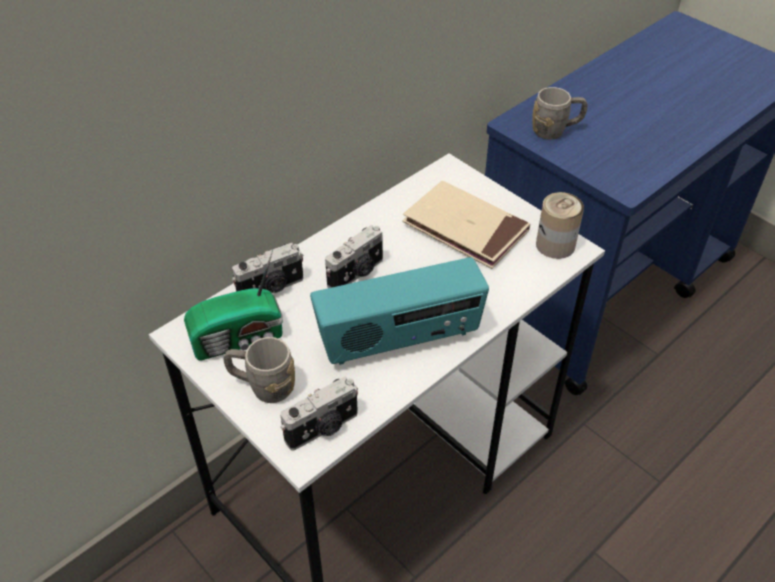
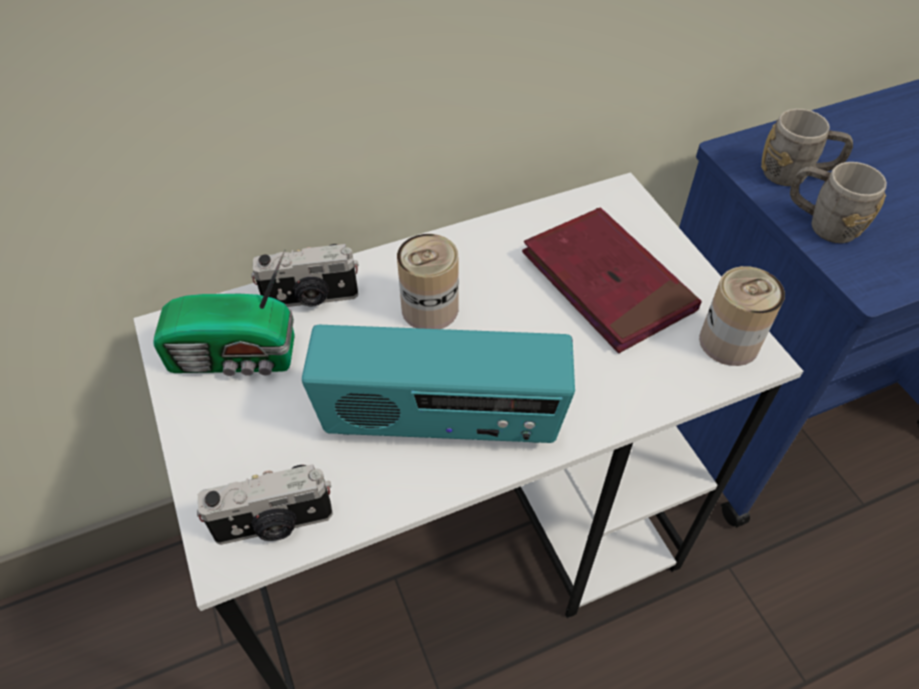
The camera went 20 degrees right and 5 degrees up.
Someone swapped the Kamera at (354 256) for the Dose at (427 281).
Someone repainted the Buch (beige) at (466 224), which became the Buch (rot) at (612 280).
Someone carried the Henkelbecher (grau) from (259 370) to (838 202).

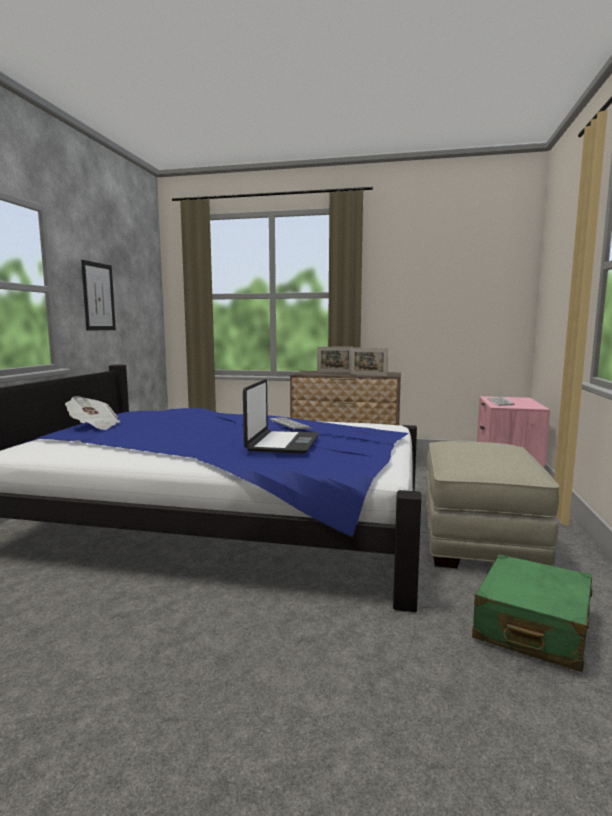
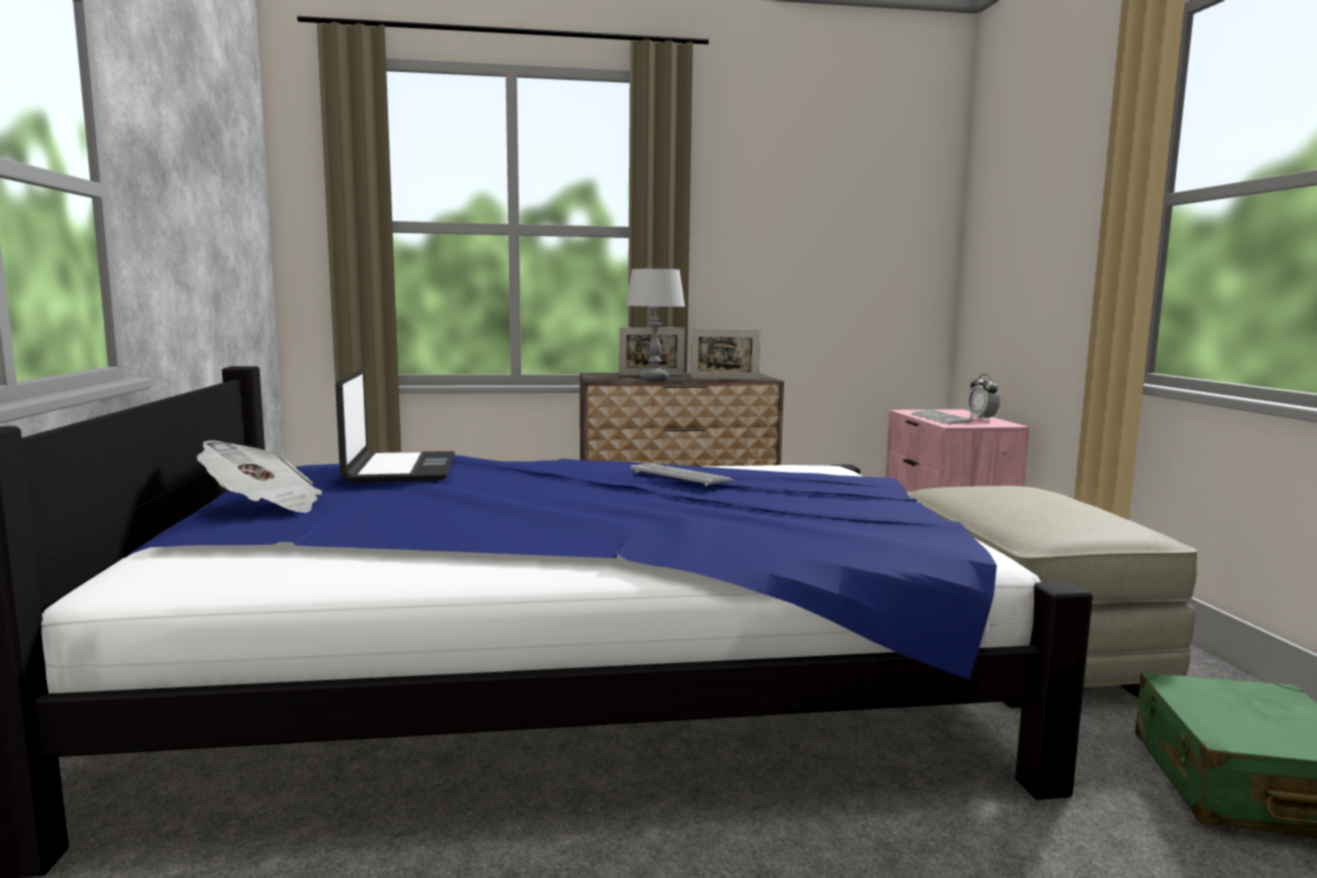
The camera went 20 degrees left and 0 degrees up.
Someone carried the Laptop from (281 416) to (395 425).
Someone put down the Tischlampe (grau) at (655 324).
Someone put down the Wecker at (983 397).
Someone took away the Bild at (98 295).

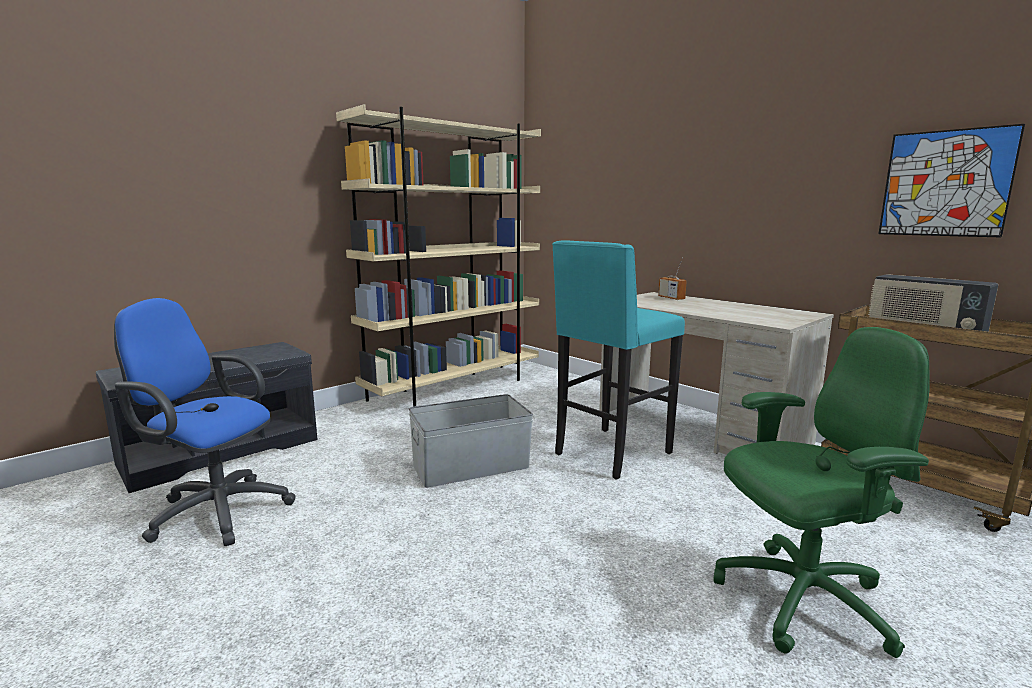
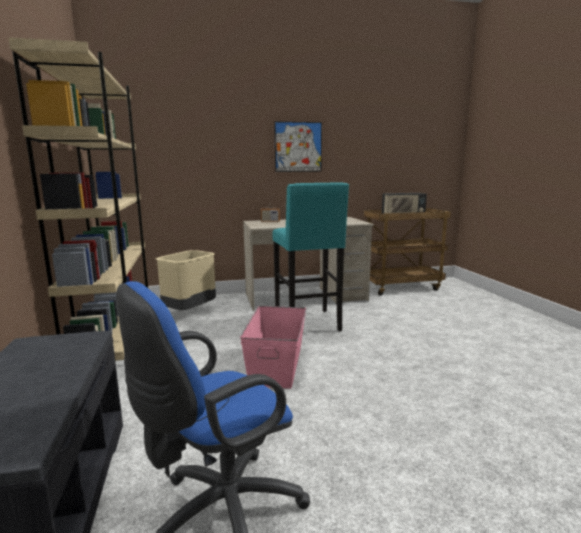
The camera went 60 degrees left and 0 degrees up.
Someone put down the Mülleimer (beige) at (186 280).
Someone repainted the Aufbewahrungsbox (grau) at (471 441), which became the Aufbewahrungsbox (rosa) at (273 347).
Someone carried the Bild from (951 181) to (298 147).
Someone took away the Bürostuhl (grün) at (821 492).

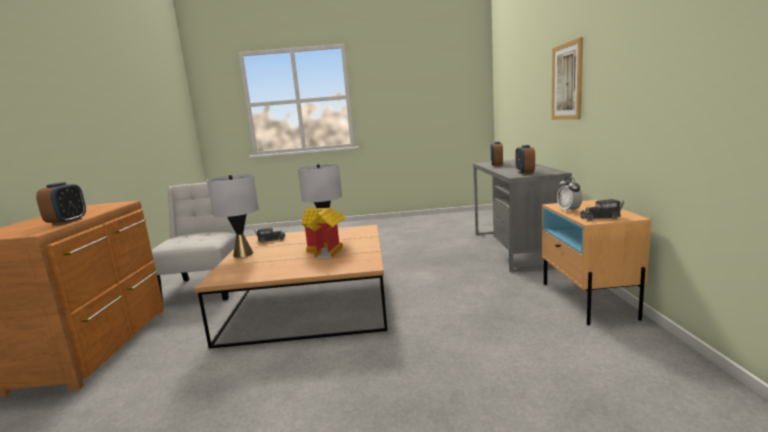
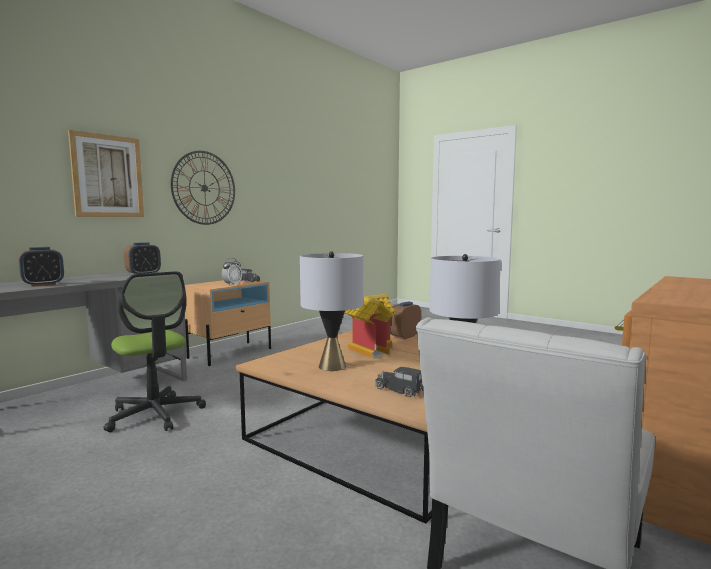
The camera went 140 degrees left and 5 degrees down.
Someone put down the Bürostuhl at (155 351).
Someone put up the Wanduhr at (203 188).
Someone carried the Wecker from (61 203) to (405 321).

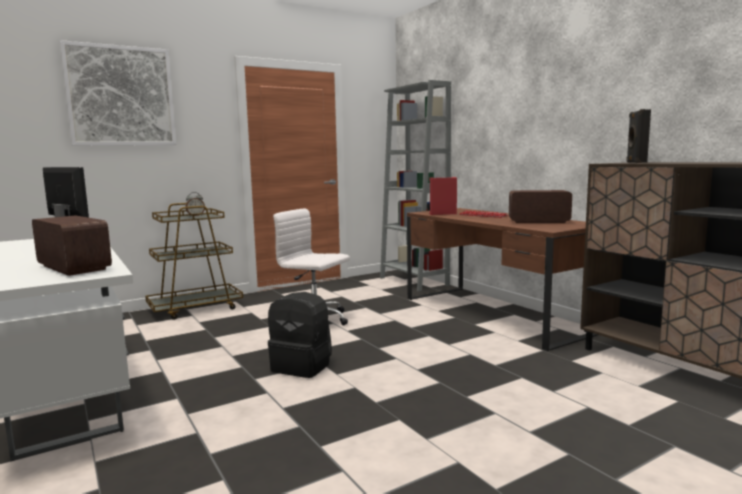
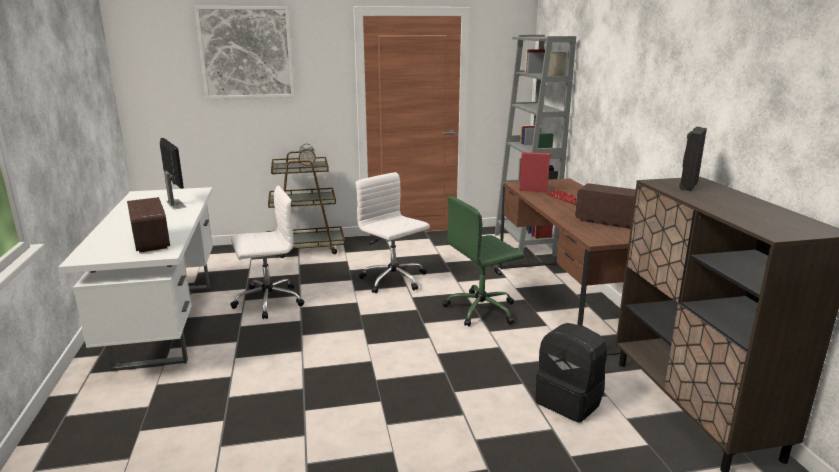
The camera went 20 degrees right and 10 degrees up.
Someone put down the Bürostuhl (weiß) at (267 252).
Someone put down the Bürostuhl (grün) at (483 261).
Someone carried the Rucksack (schwarz) from (300 335) to (571 372).

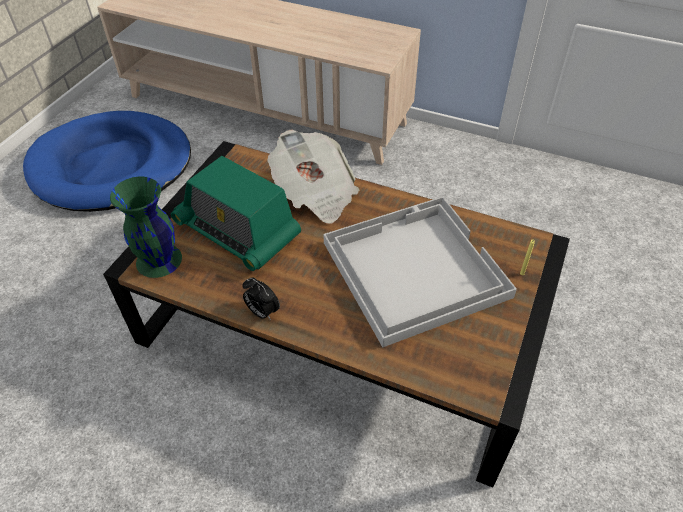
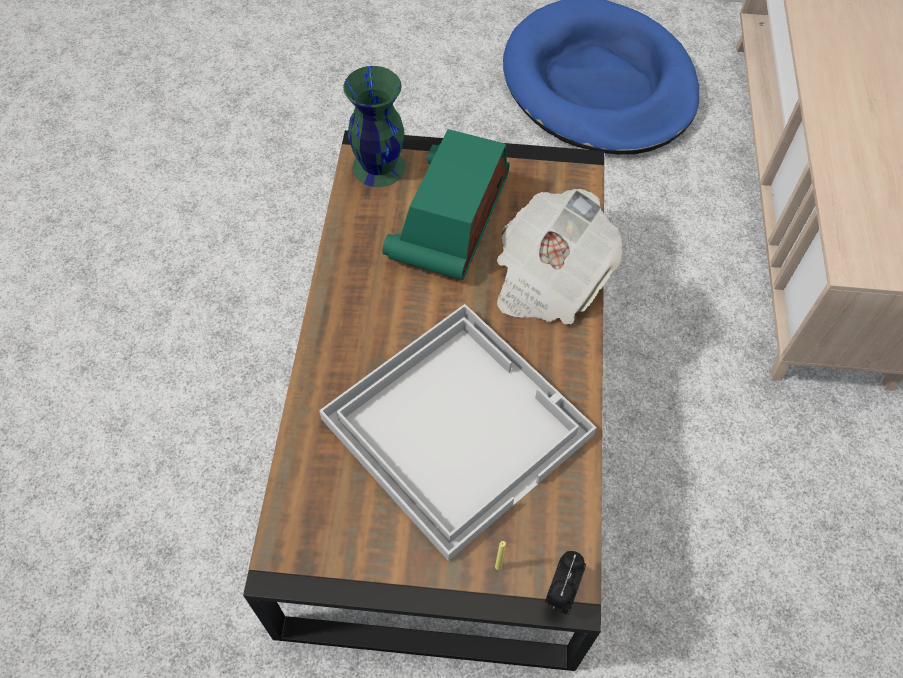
The camera went 70 degrees right and 10 degrees up.
Someone carried the Wecker from (261 299) to (565 583).

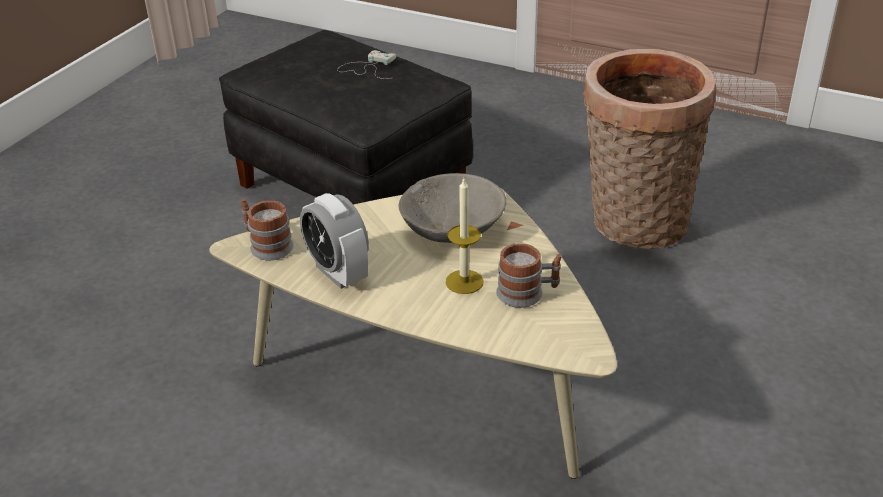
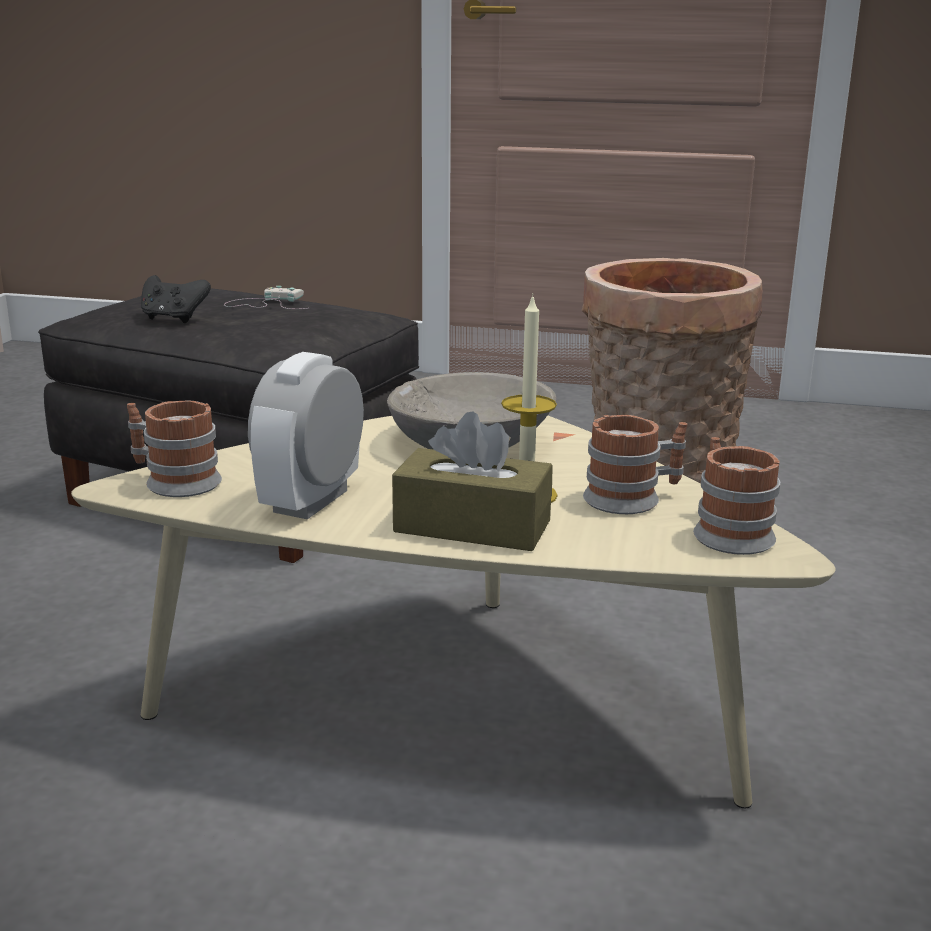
The camera went 15 degrees left and 15 degrees down.
Someone put down the Gamepad (schwarz) at (176 299).
Someone rotated the Wecker at (334 241) by 75 degrees clockwise.
Someone put down the Taschentuchbox (braun) at (472 481).
Someone put down the Henkelbecher at (736 496).

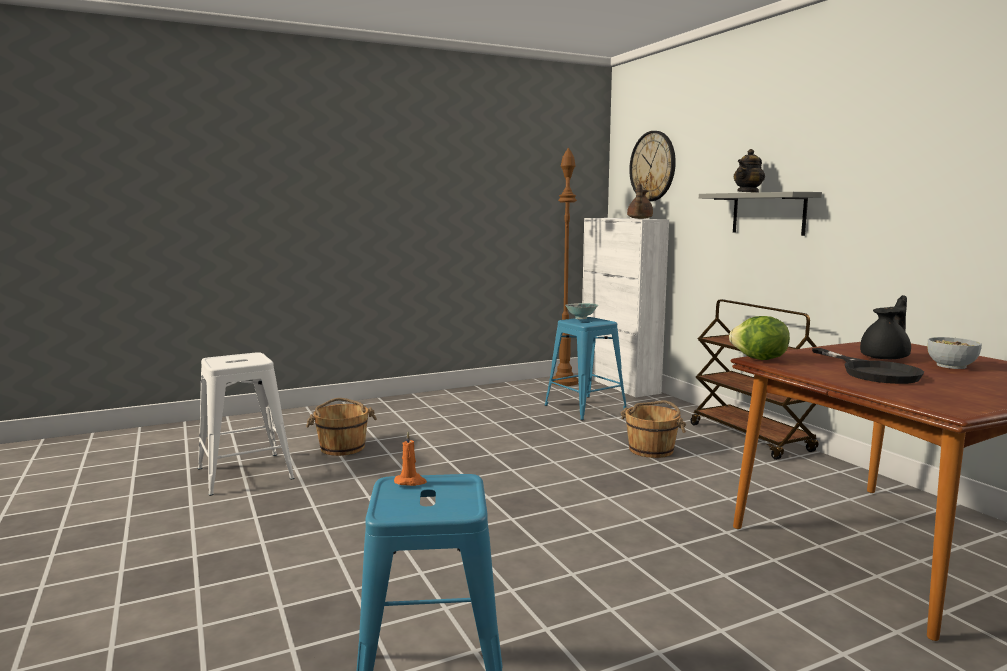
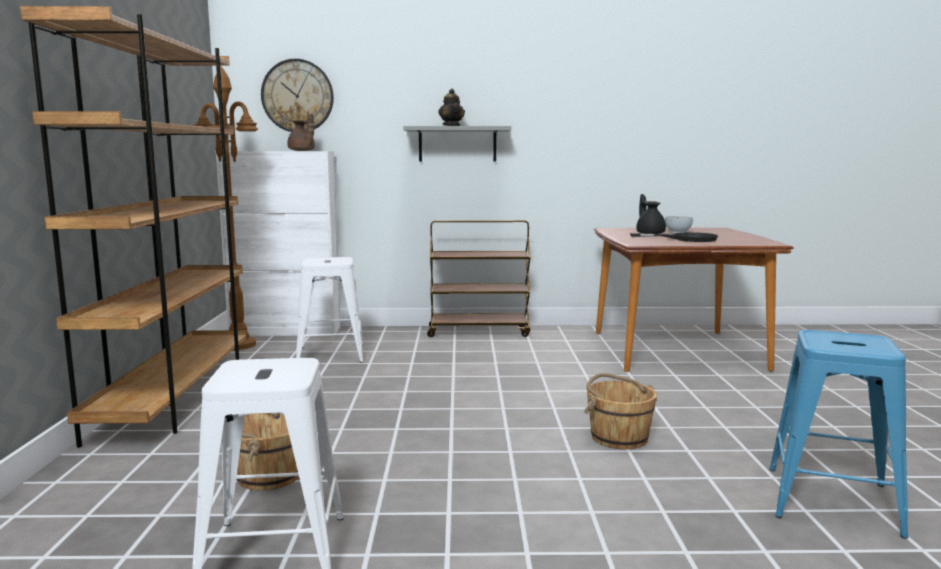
The camera went 65 degrees left and 0 degrees up.
Someone put down the Bücherregal (braun) at (133 227).
Someone repainted the Hocker (blau) at (586 368), which became the Hocker (weiß) at (330 309).
Someone carried the Eimer (braun) from (653 429) to (620 411).
Someone took away the Kerze (orange) at (410 458).
Someone took away the Schüssel at (581 311).
Someone took away the Salatkopf at (759 338).

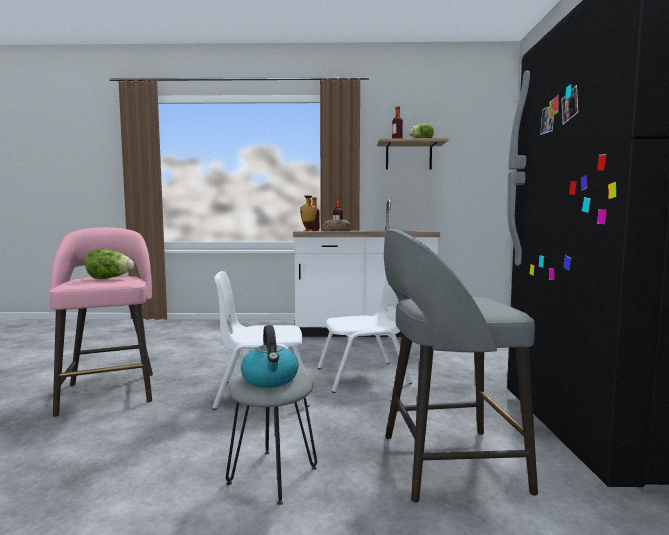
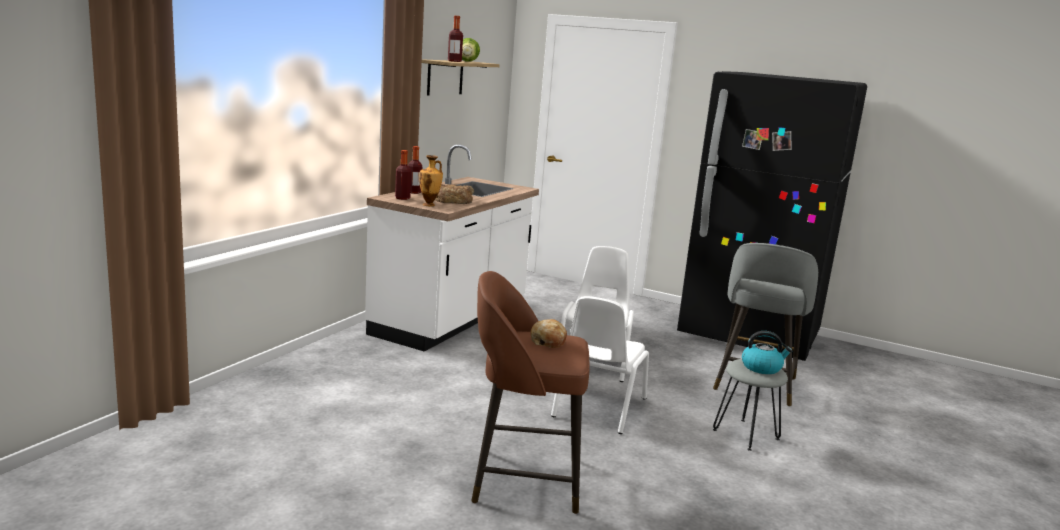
The camera went 65 degrees left and 10 degrees up.
Someone repainted the Hocker (rosa) at (101 322), which became the Hocker (braun) at (530 392).
Someone swapped the Salatkopf at (109 264) for the Brot at (548 333).

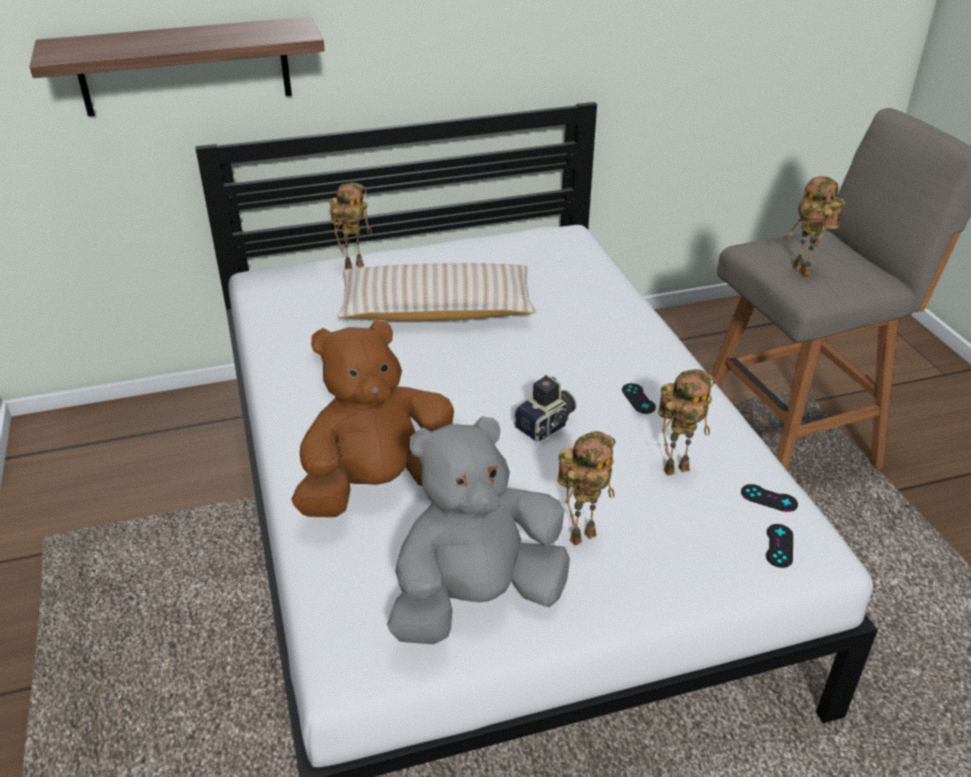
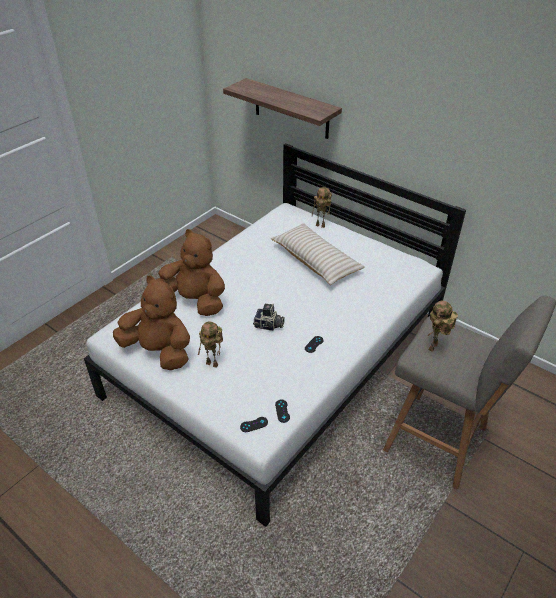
The camera went 55 degrees right and 5 degrees up.
Someone repainted the Plüschtier (grau) at (478 530), which became the Plüschtier (braun) at (151 323).
Someone took away the Spielzeugroboter at (686 422).

